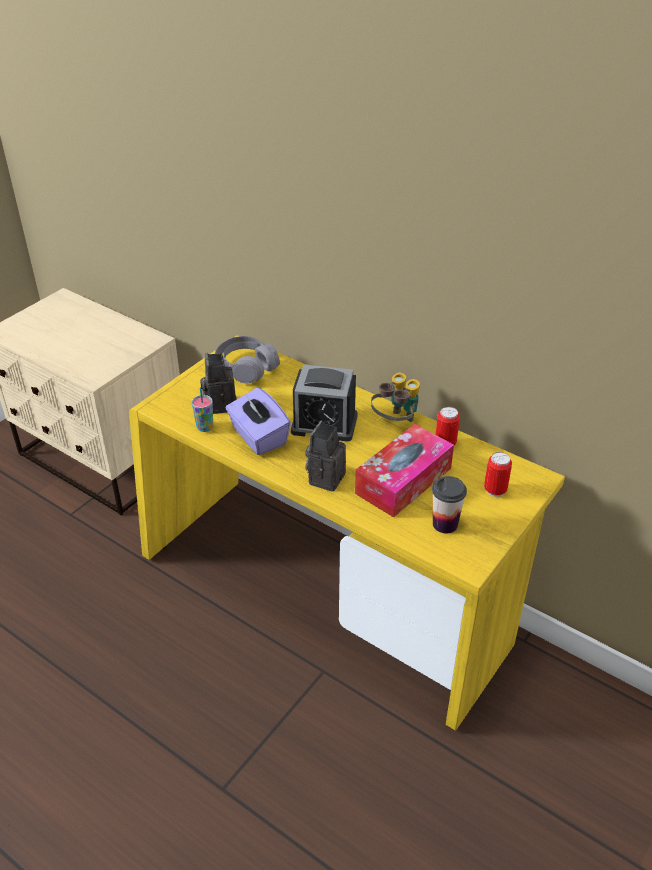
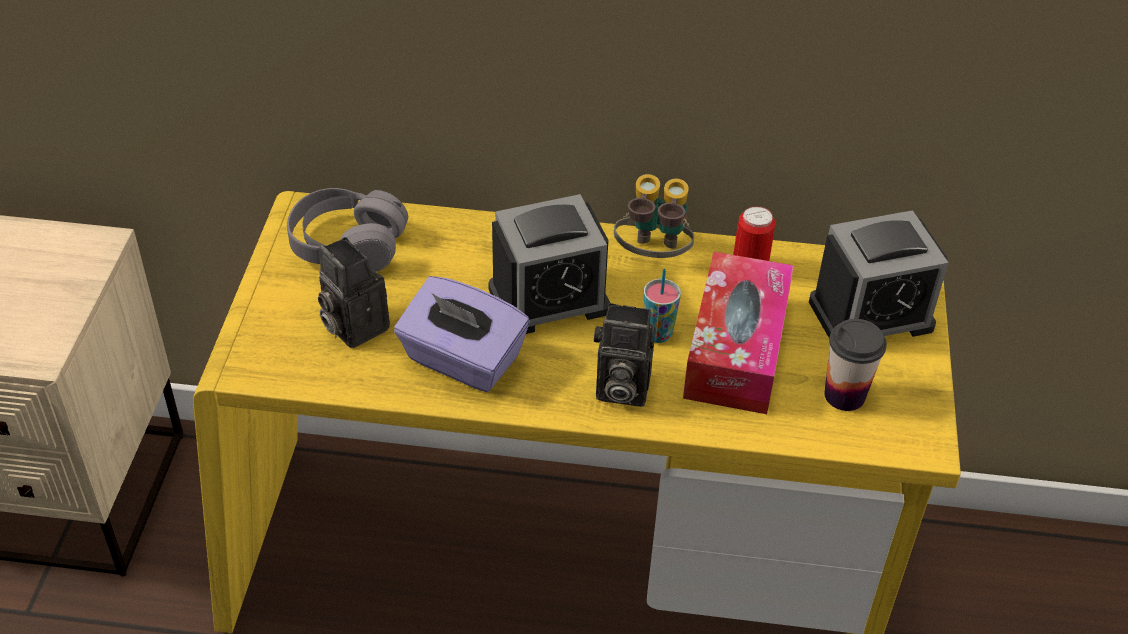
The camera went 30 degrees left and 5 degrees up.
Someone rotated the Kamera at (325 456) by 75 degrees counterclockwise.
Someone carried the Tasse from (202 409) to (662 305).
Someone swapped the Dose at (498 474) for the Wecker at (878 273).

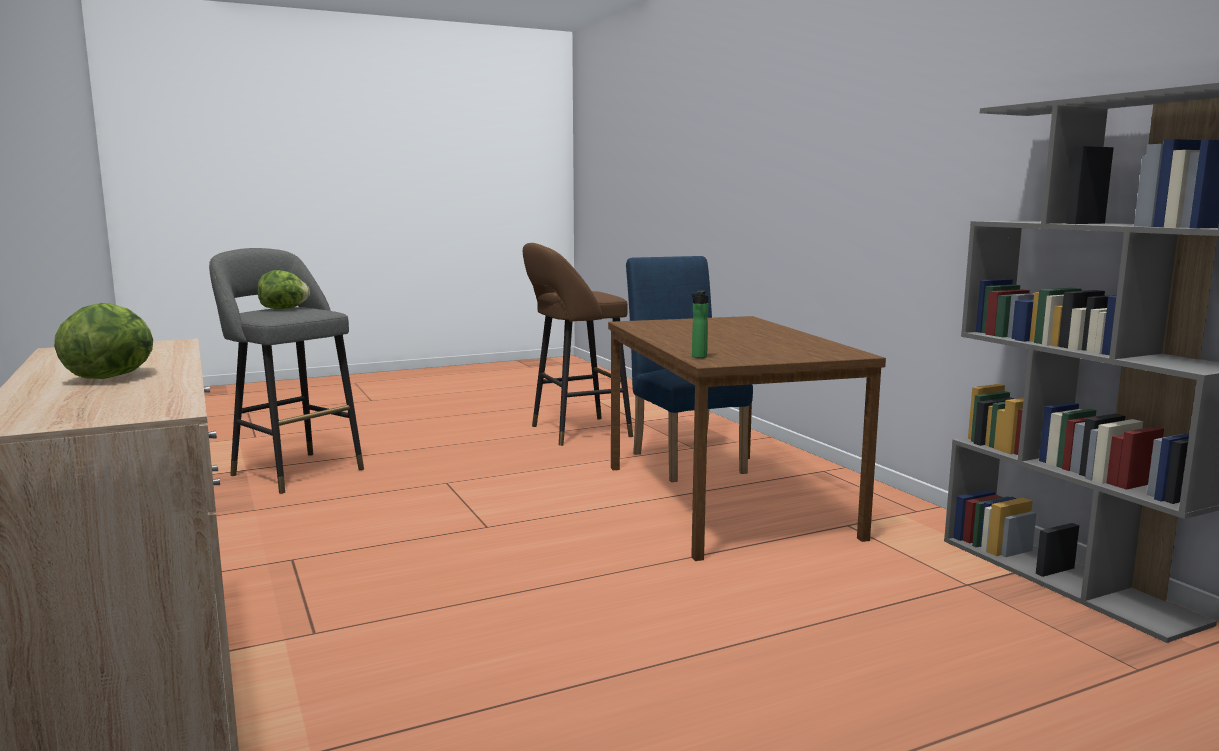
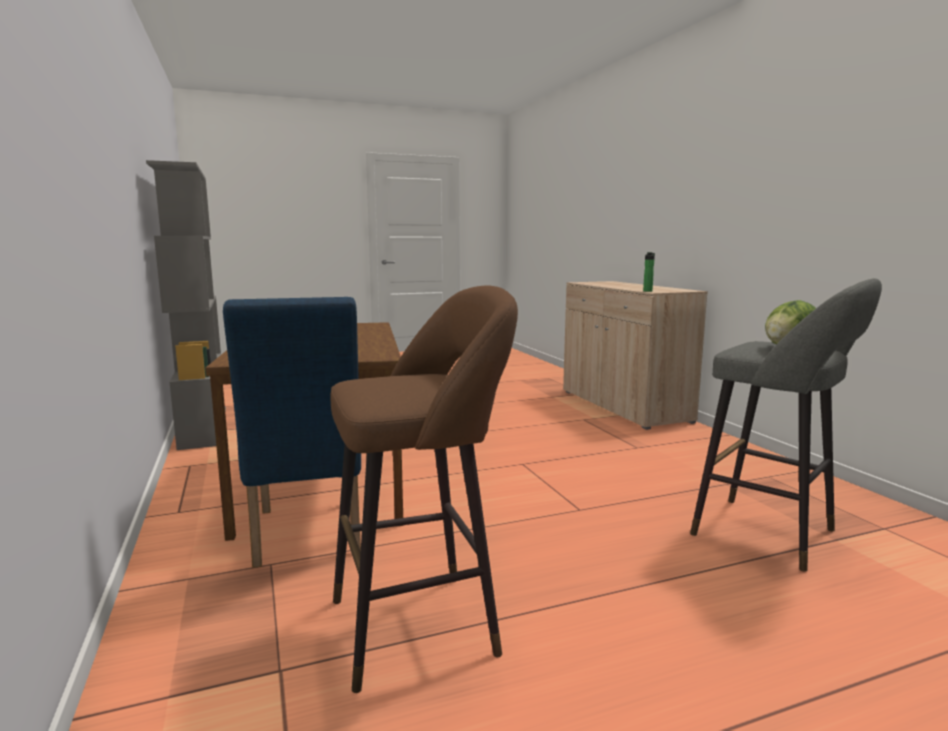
The camera went 175 degrees left and 0 degrees up.
Someone carried the Flasche from (700 324) to (649 272).
Someone took away the Salatkopf at (103 341).

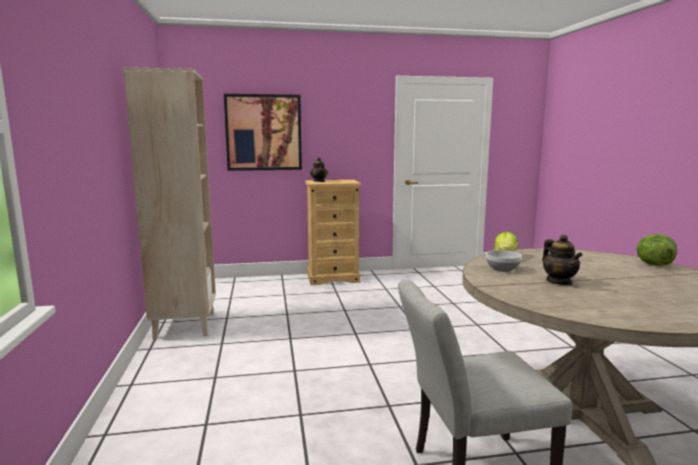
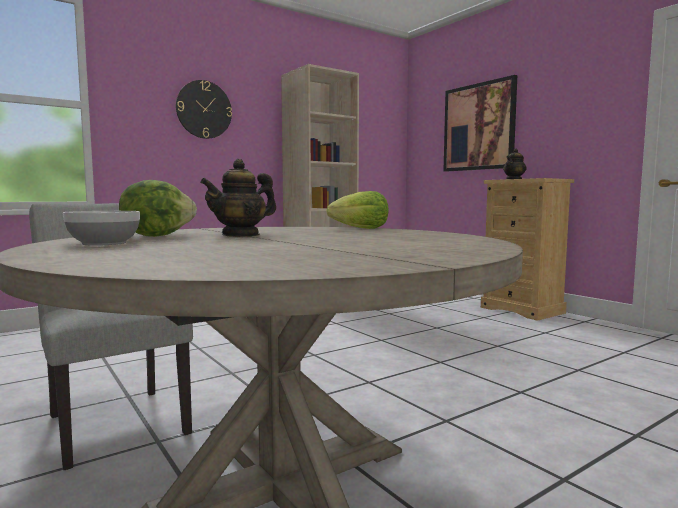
The camera went 65 degrees right and 5 degrees down.
Someone carried the Schüssel from (504 261) to (101 228).
Someone carried the Salatkopf from (657 250) to (158 208).
Someone put up the Wanduhr at (204 109).

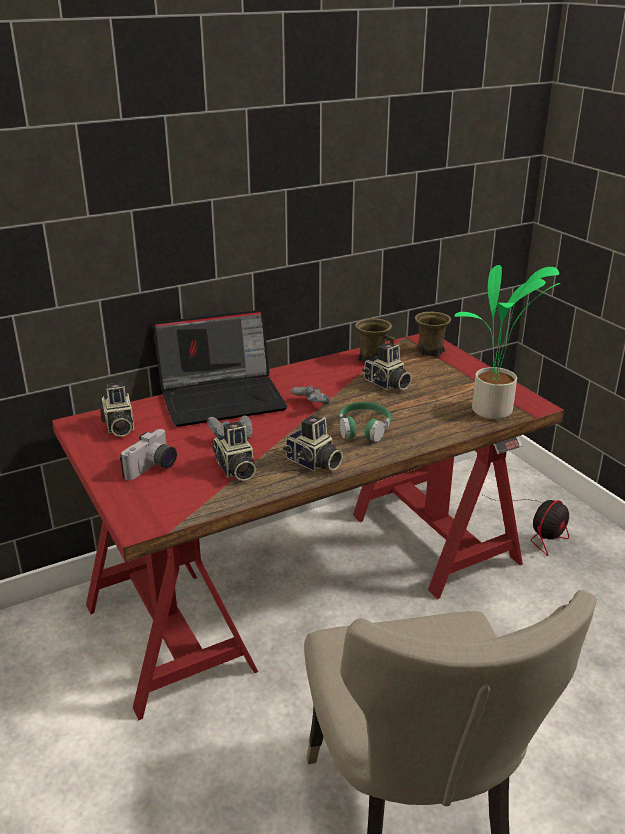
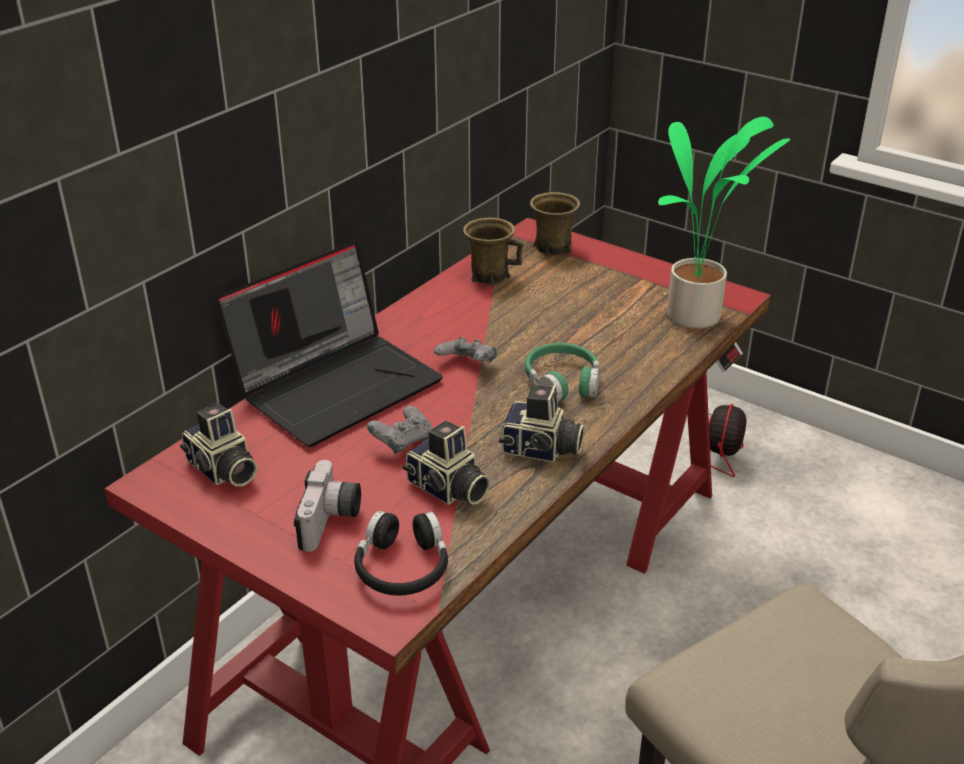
The camera went 25 degrees left and 5 degrees up.
Someone put down the Kopfhörer (schwarz) at (401 553).
Someone took away the Kamera at (387 366).

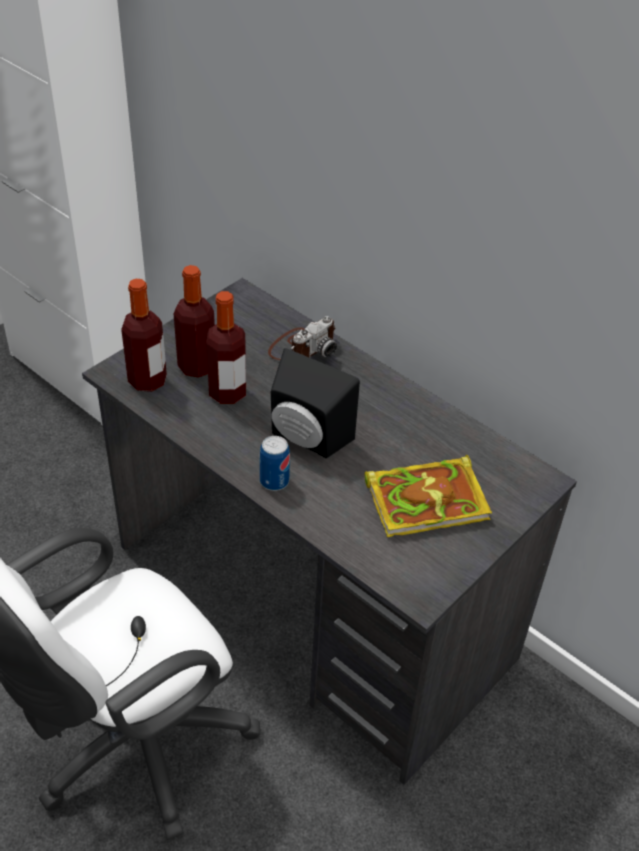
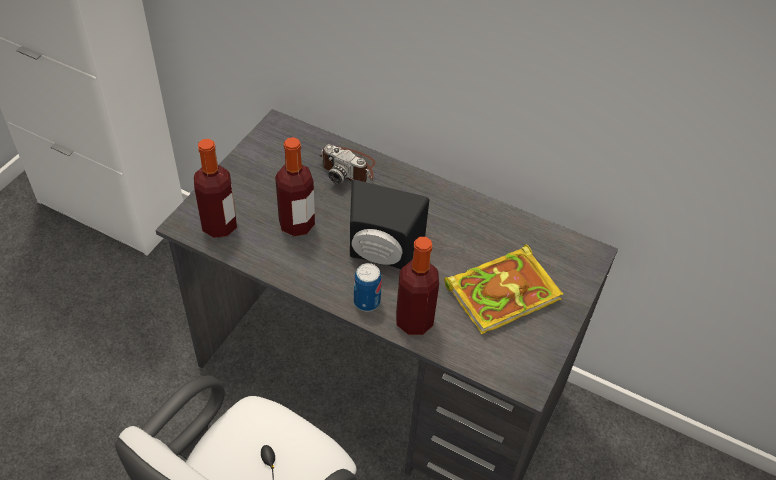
The camera went 15 degrees left and 5 degrees up.
Someone rotated the Kamera at (302 338) by 90 degrees clockwise.
Someone carried the Flasche from (194 321) to (417 286).

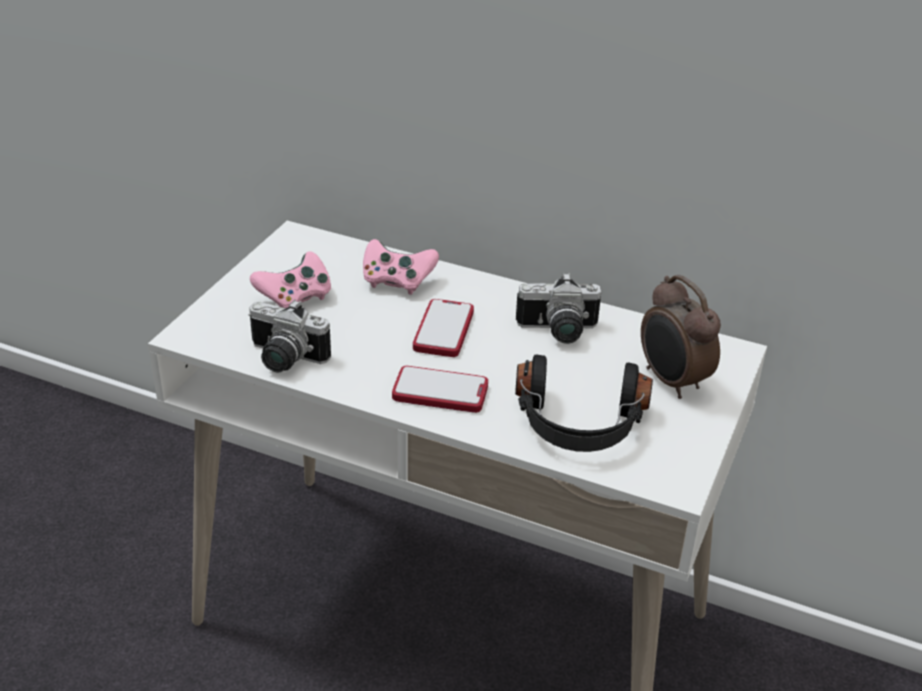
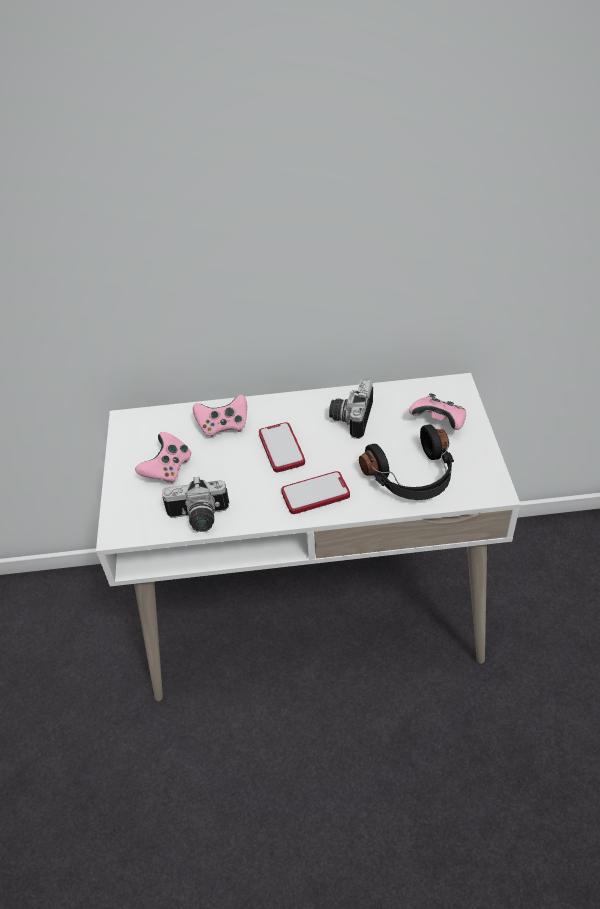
The camera went 25 degrees left and 10 degrees up.
Someone rotated the Kamera at (558 308) by 135 degrees clockwise.
Someone swapped the Wecker at (681 337) for the Gamepad (rosa) at (437 411).

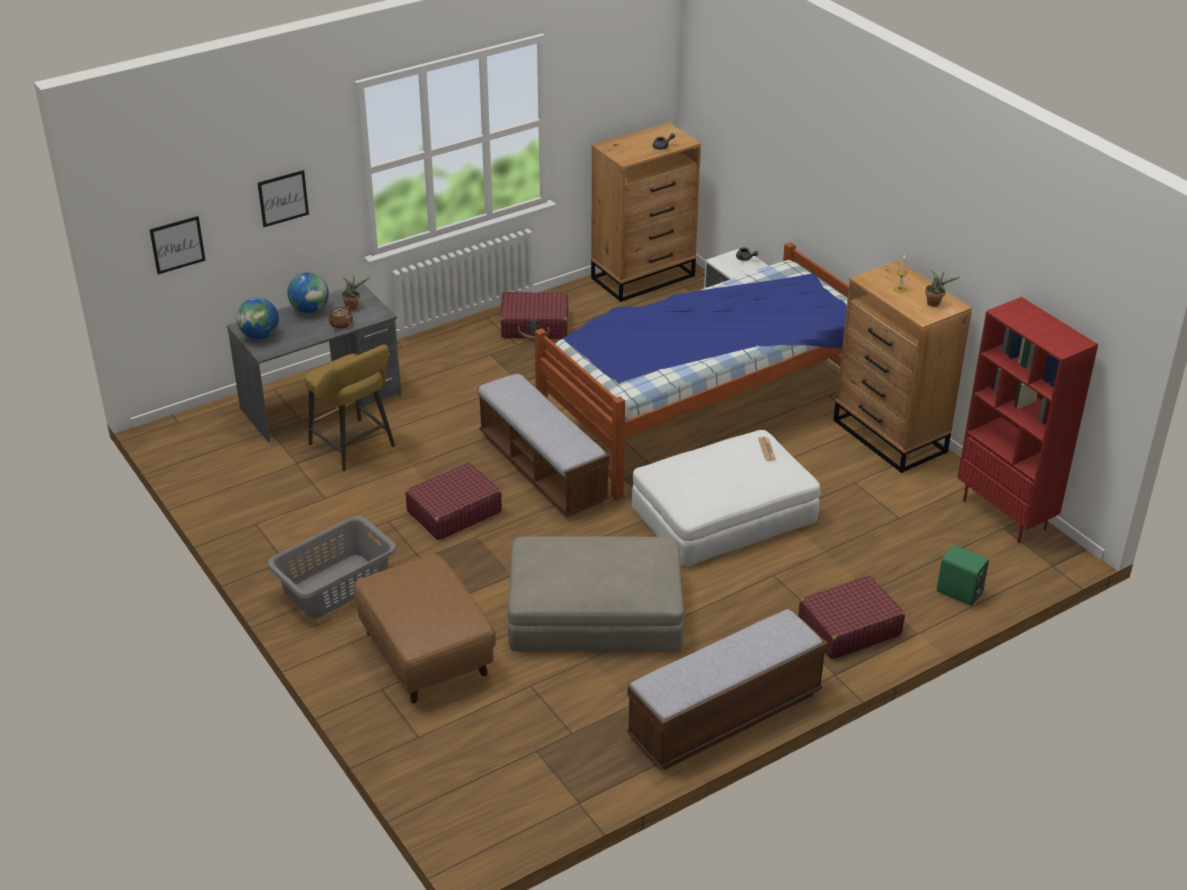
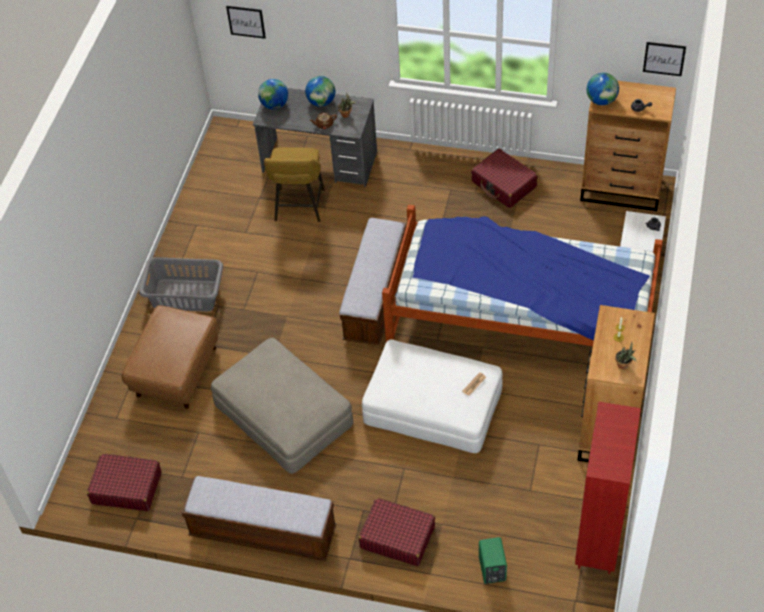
The camera went 50 degrees right and 15 degrees up.
Someone carried the Koffer (rot) from (454 501) to (124 482).
Someone put down the Globus at (603 89).
Someone carried the Bild from (283 198) to (664 59).

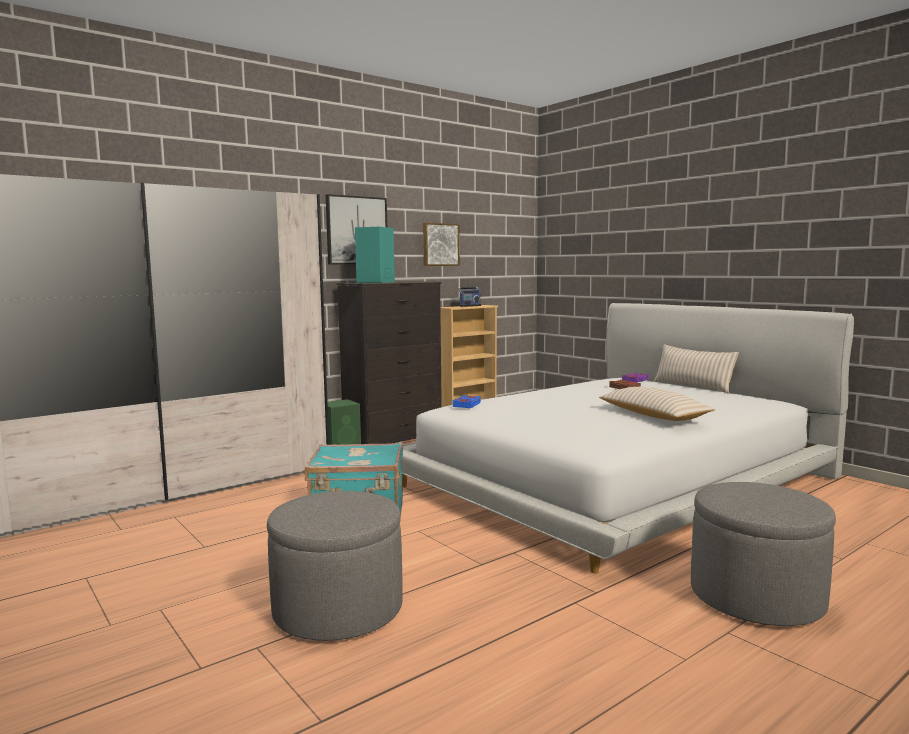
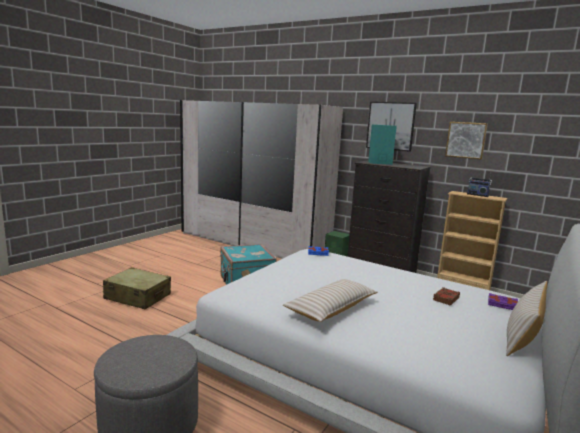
The camera went 70 degrees right and 5 degrees up.
Someone swapped the Polsterhocker (grau) at (335 566) for the Koffer (beige) at (137 288).

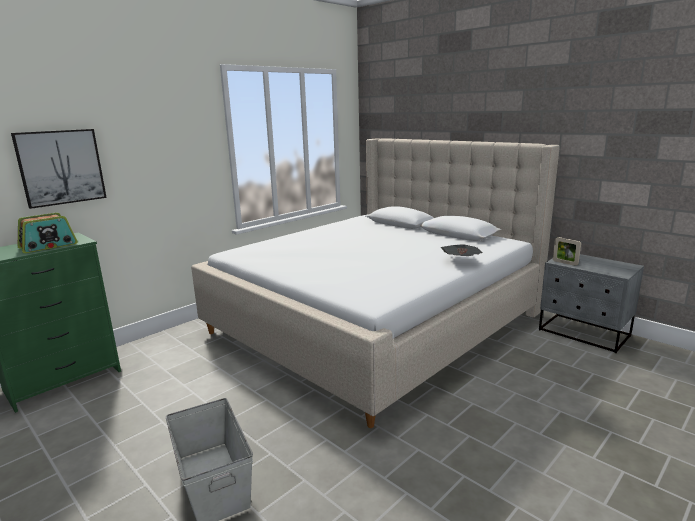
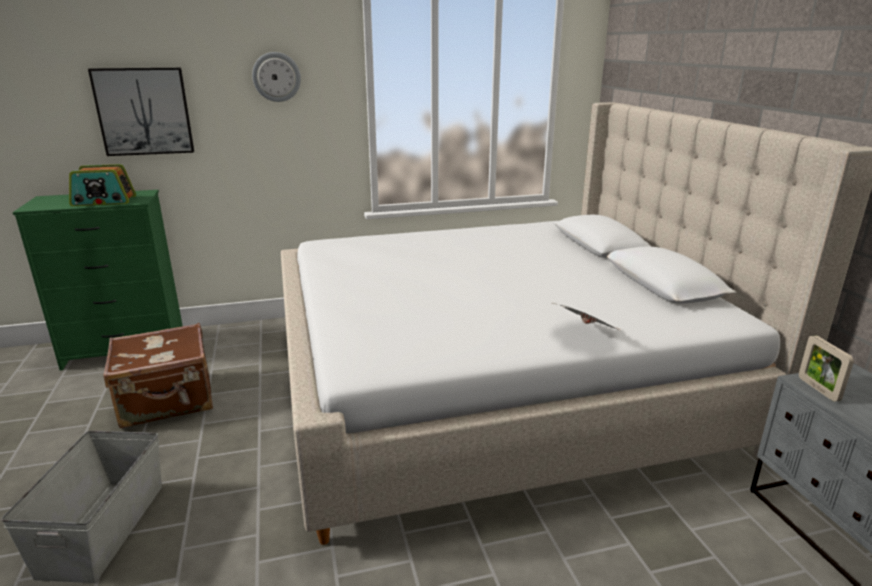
The camera went 30 degrees right and 5 degrees up.
Someone put down the Koffer (braun) at (158 375).
Someone put up the Wanduhr at (276 77).

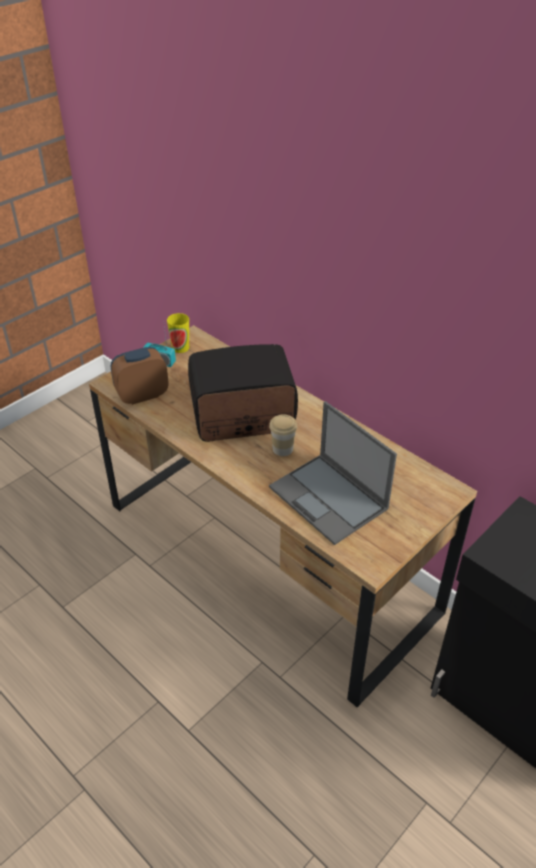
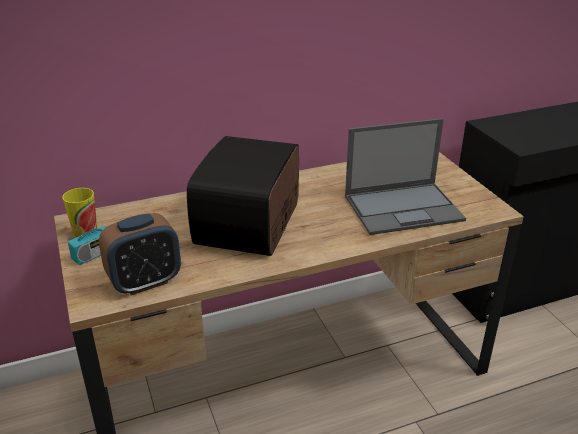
The camera went 65 degrees left and 10 degrees down.
Someone rotated the Wecker at (140 376) by 120 degrees counterclockwise.
Someone took away the Tasse at (283 435).

